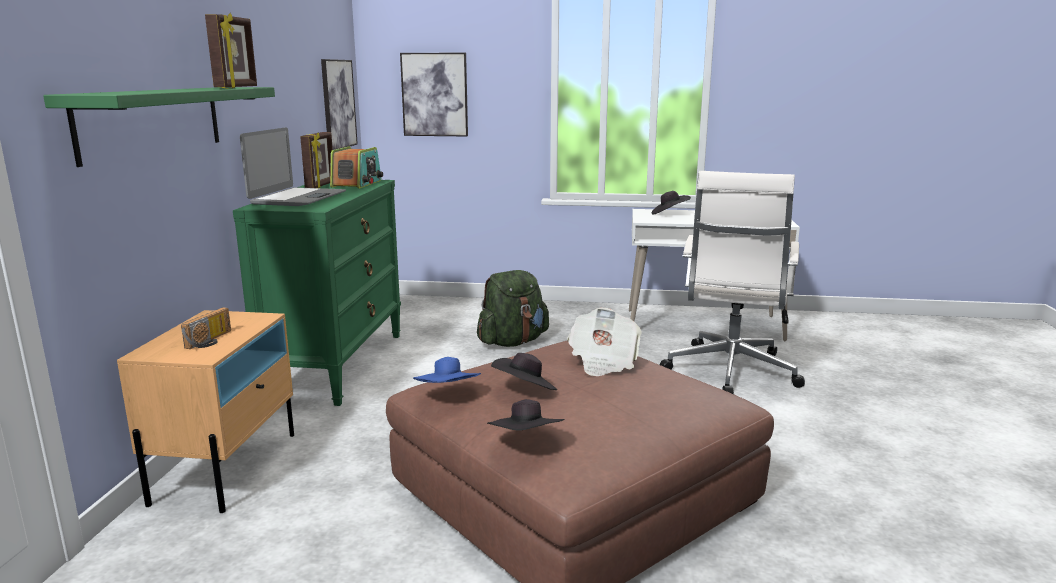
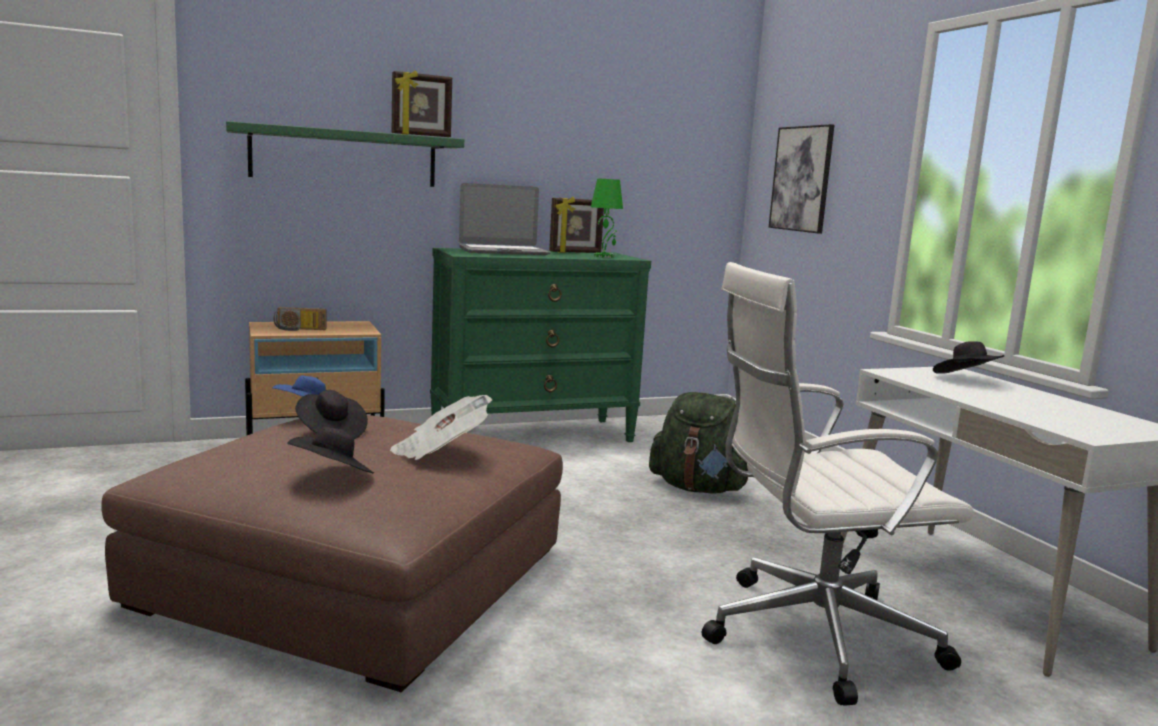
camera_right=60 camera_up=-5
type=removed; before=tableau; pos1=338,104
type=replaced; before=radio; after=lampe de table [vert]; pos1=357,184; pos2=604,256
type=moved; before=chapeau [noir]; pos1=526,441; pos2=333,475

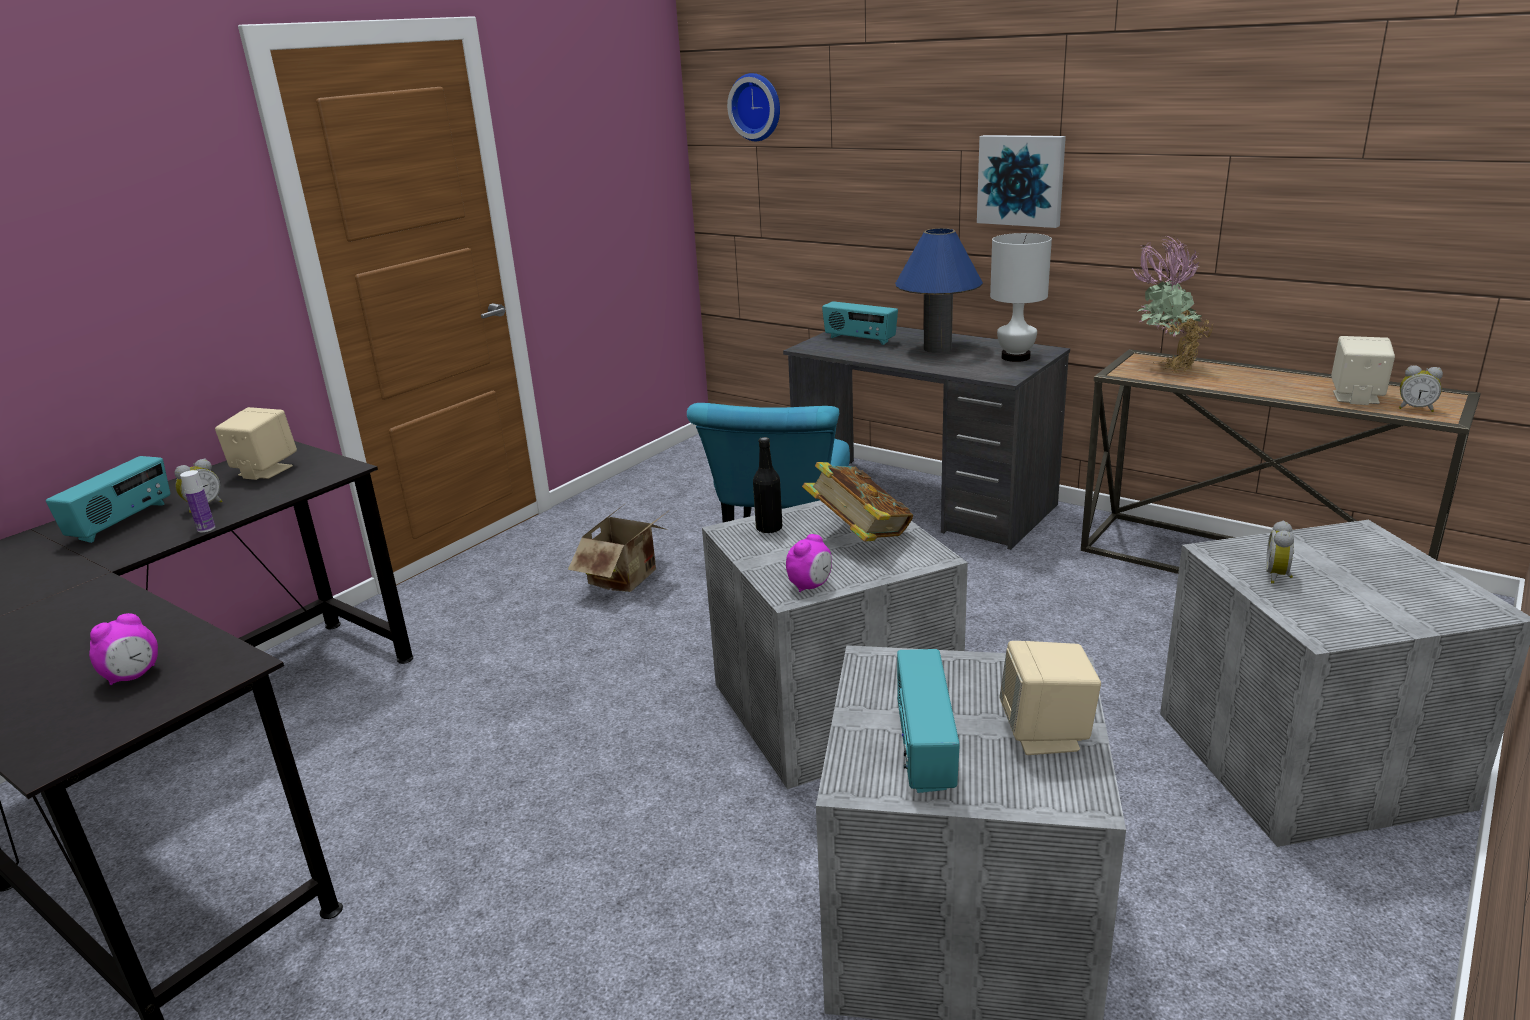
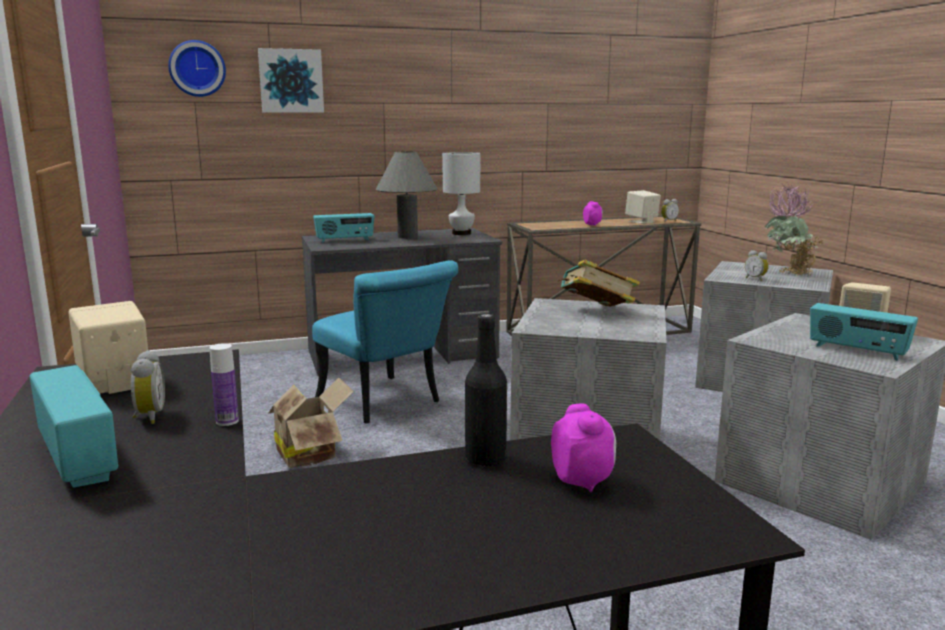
camera_right=-55 camera_up=-10
type=moved; before=bouteille [noir]; pos1=769,528; pos2=485,458
type=moved; before=réveil; pos1=810,586; pos2=592,225
type=recoloured; before=lampe de table [bleu]; after=lampe de table [gris]; pos1=937,349; pos2=407,237
type=moved; before=tableau; pos1=1021,180; pos2=291,81
type=moved; before=plante en pot; pos1=1165,367; pos2=788,275

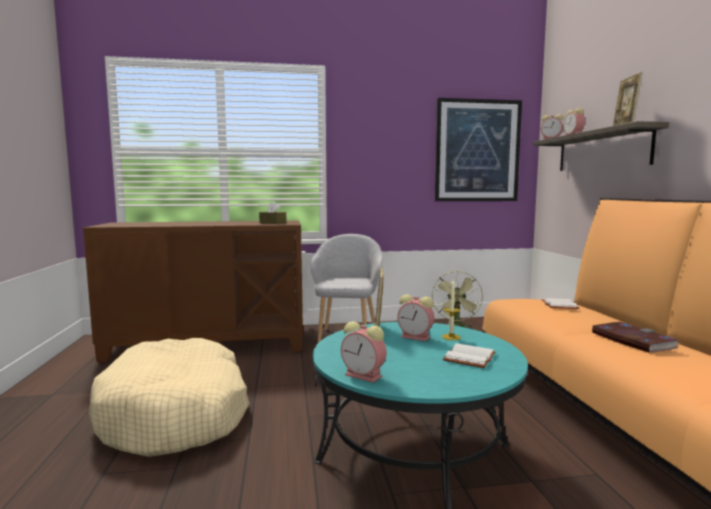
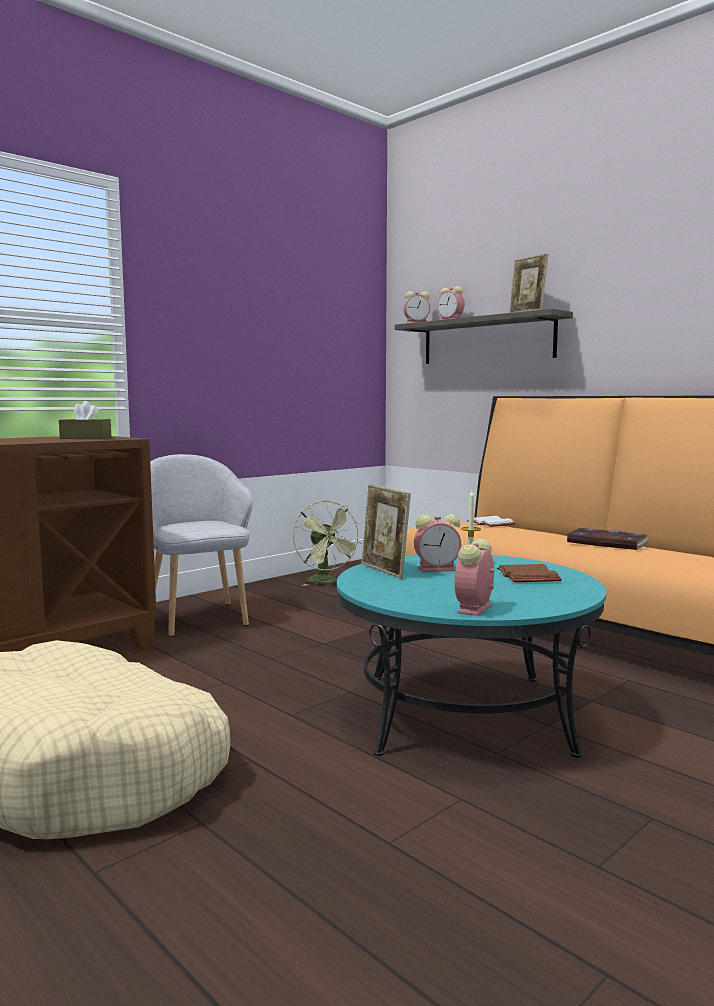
camera_right=-35 camera_up=0
type=turned; before=réveil; pos1=365,376; pos2=474,609; turn=120
type=removed; before=tableau; pos1=477,151
type=recoloured; before=livre [blanc]; after=livre [marron]; pos1=471,358; pos2=530,576

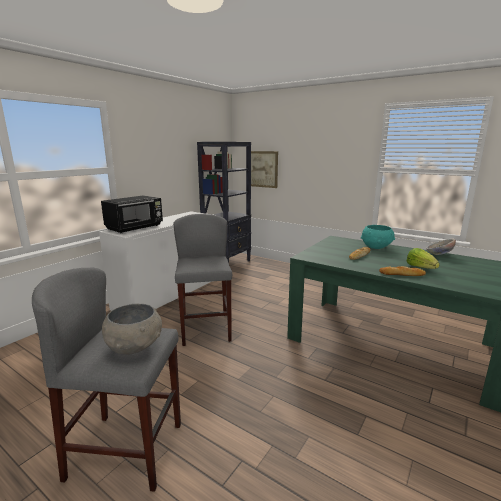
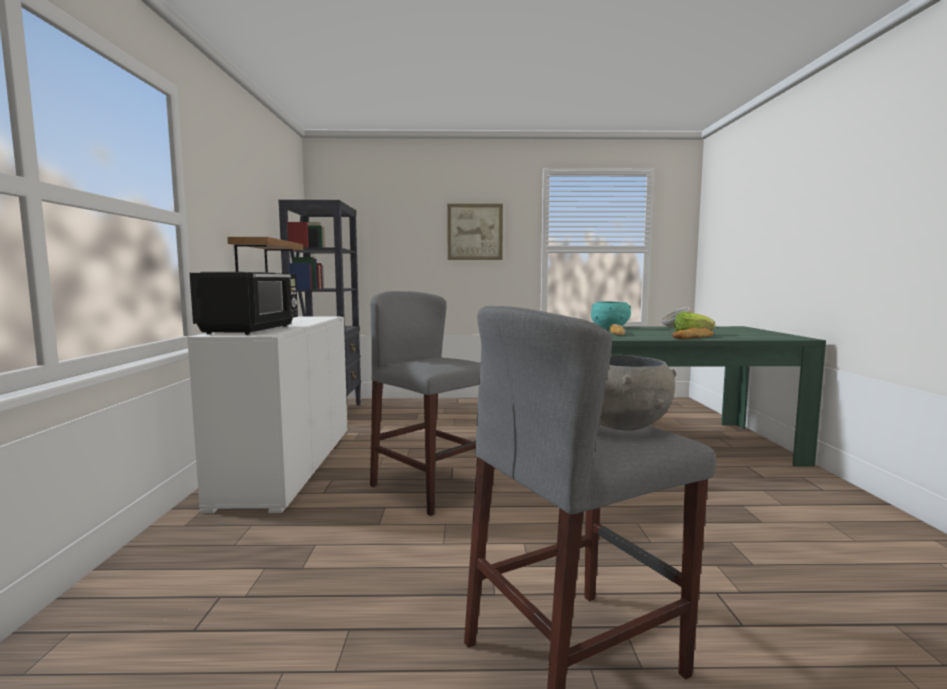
camera_right=-35 camera_up=-10
type=moved; before=tableau; pos1=262,169; pos2=475,232
type=added; after=étagère; pos2=251,258

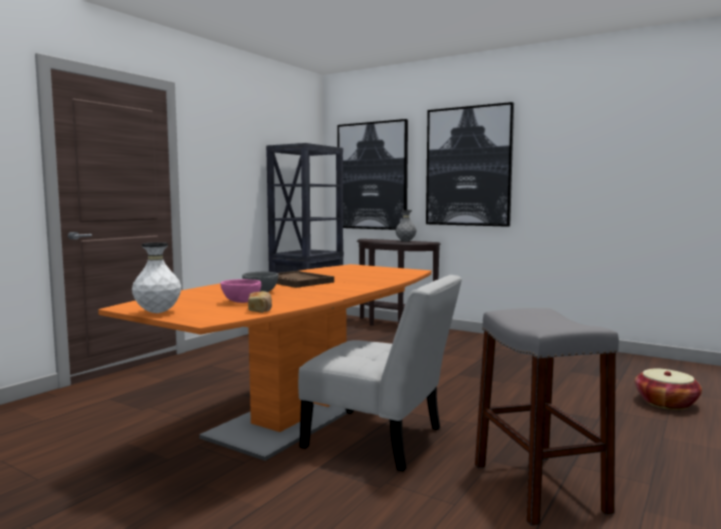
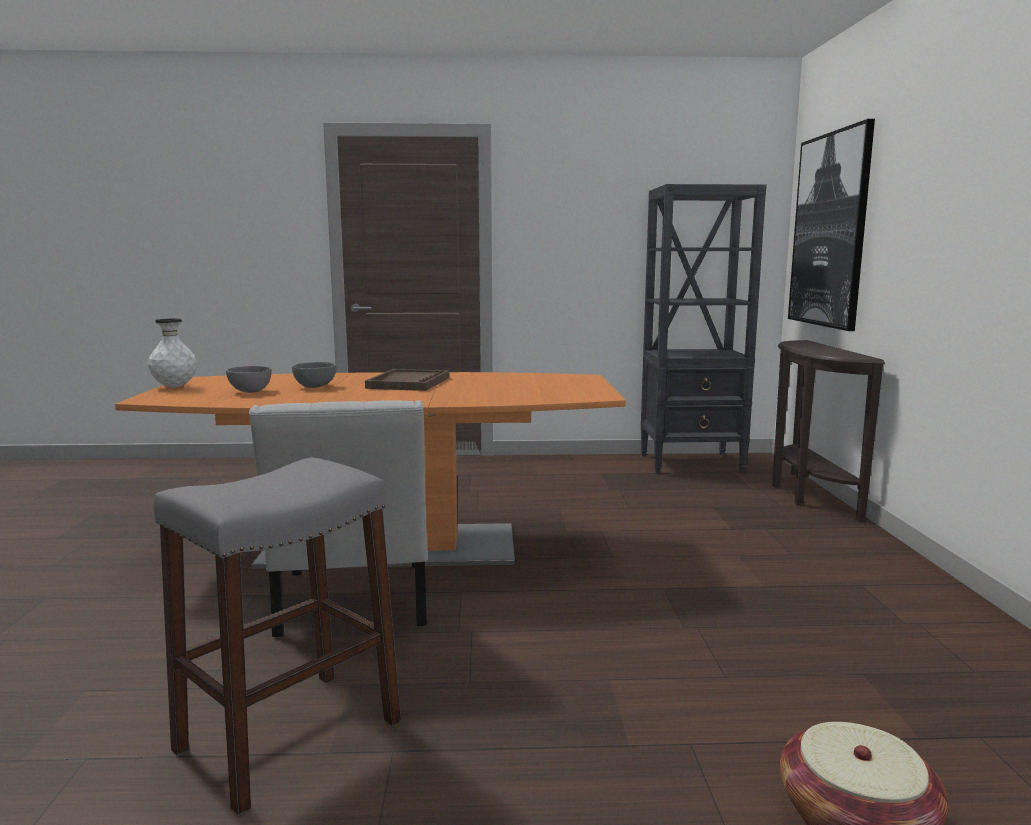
camera_right=55 camera_up=5
type=recoloured; before=bol [rose]; after=bol [gris]; pos1=241,302; pos2=249,392
type=removed; before=pain; pos1=260,309
type=removed; before=vase [gris]; pos1=405,241
type=removed; before=tableau; pos1=468,166

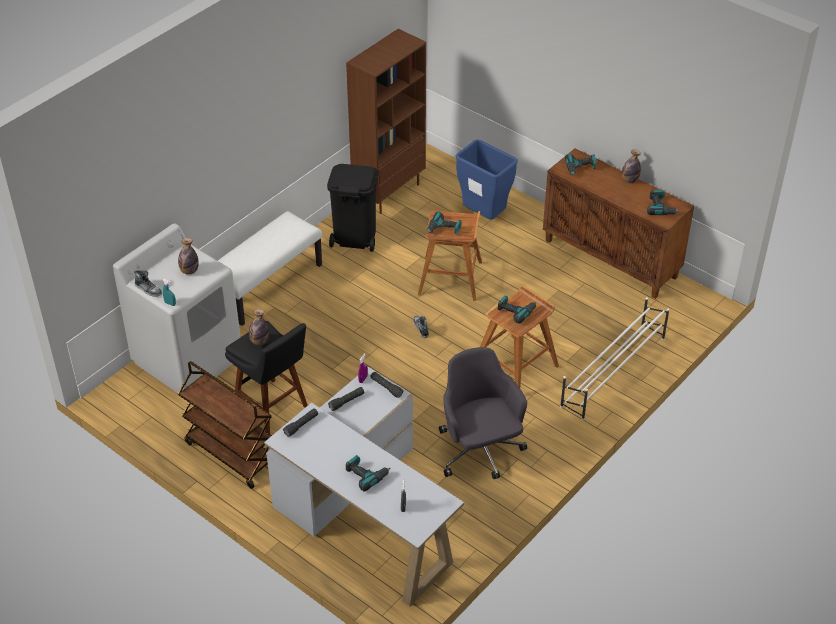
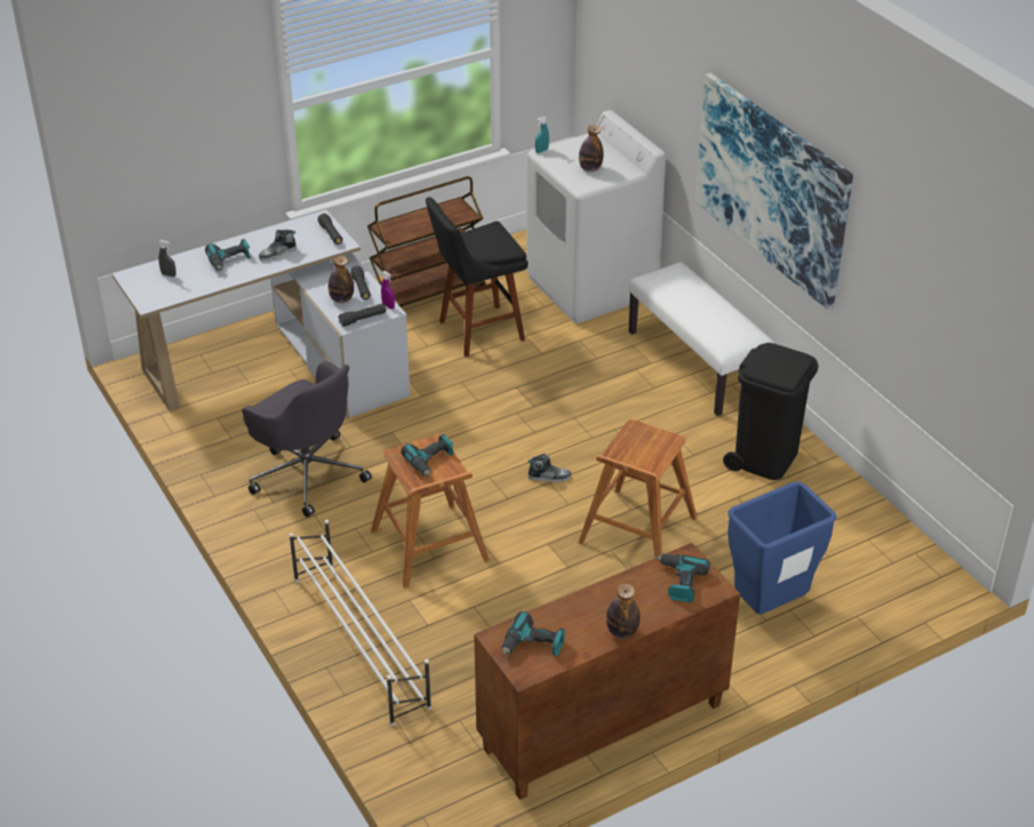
camera_right=110 camera_up=-5
type=moved; before=chaussure; pos1=148,289; pos2=278,253
type=moved; before=bouteille; pos1=259,341; pos2=341,299
type=removed; before=bibliothèque [marron]; pos1=389,192
type=removed; before=perceuse; pos1=444,229
type=turned; before=chaise de bureau [gris]; pos1=480,451; pos2=307,473; turn=45
type=added; after=tableau; pos2=772,188

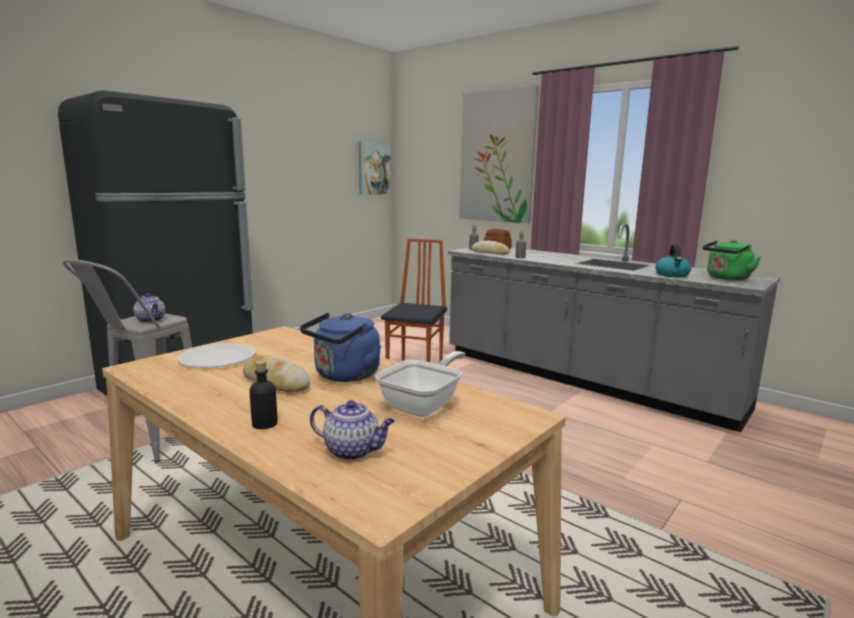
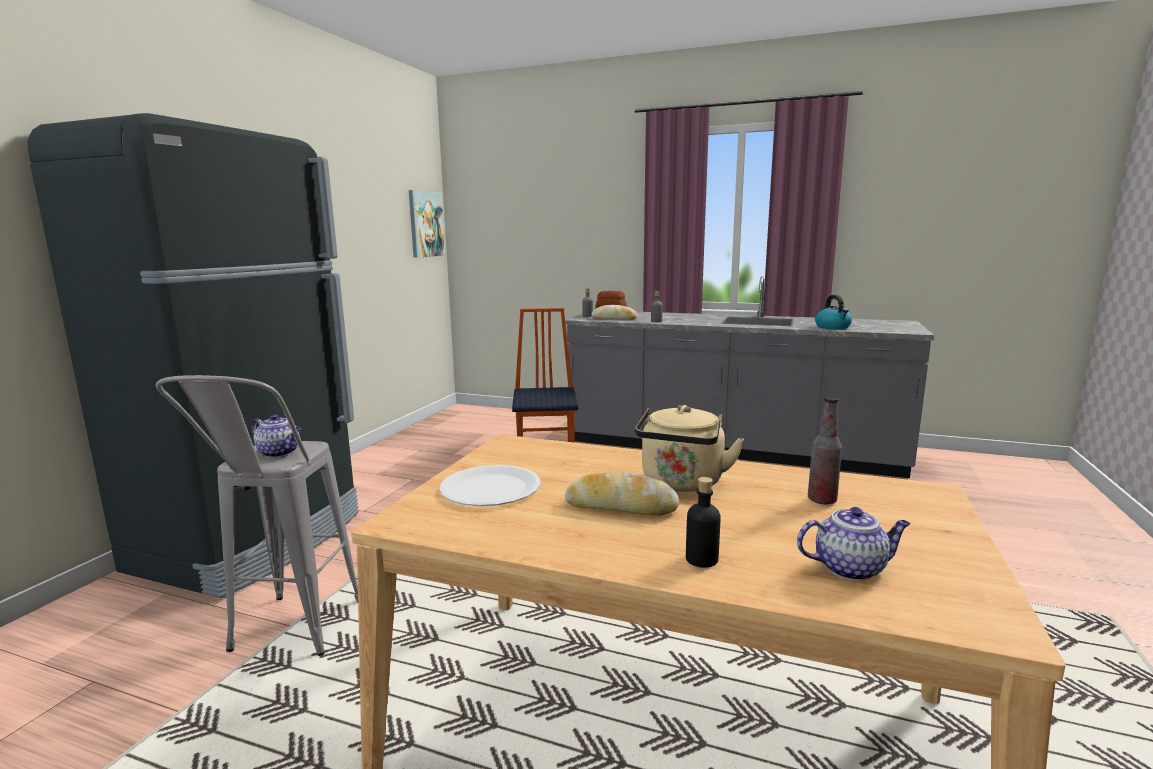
camera_right=-20 camera_up=0
type=recoloured; before=bouilloire [bleu]; after=bouilloire [beige]; pos1=344,376; pos2=681,483
type=replaced; before=poêle; after=bouteille; pos1=424,405; pos2=822,500
type=removed; before=tableau; pos1=497,157
type=removed; before=bouilloire [vert]; pos1=726,278

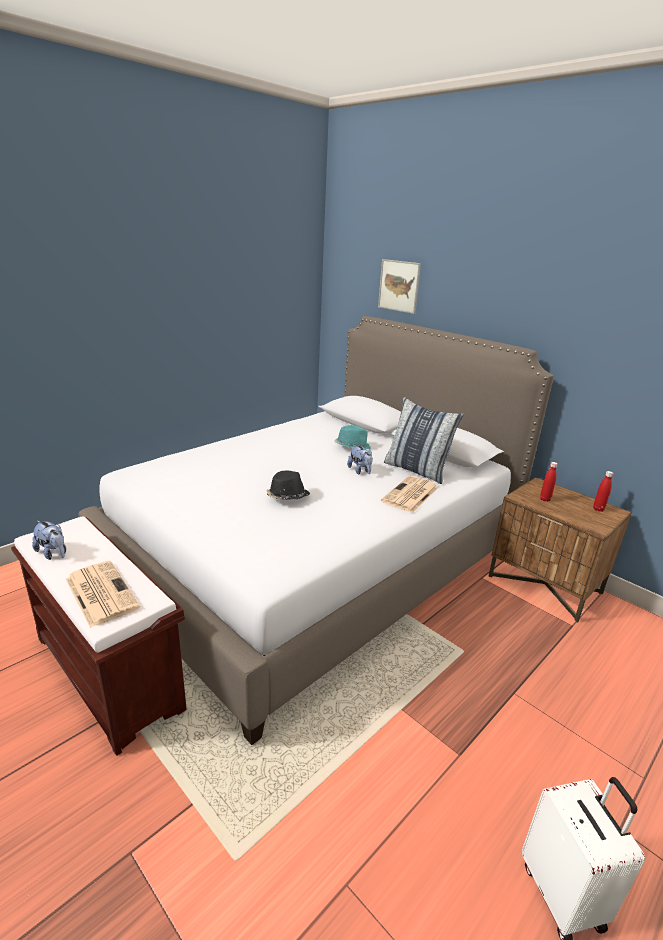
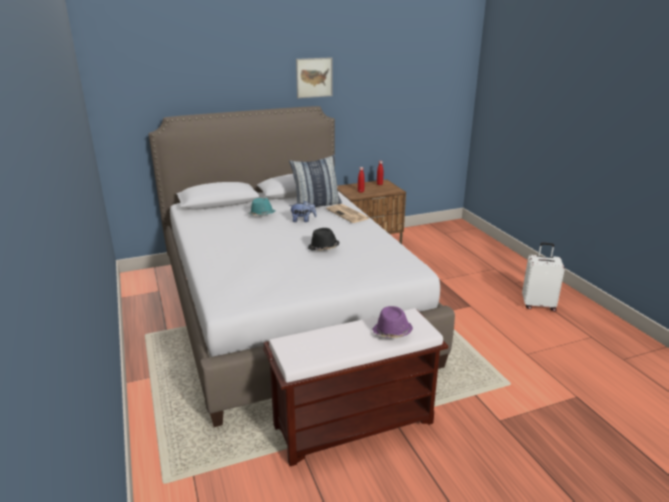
camera_right=-65 camera_up=0
type=removed; before=peluche; pos1=53,553
type=replaced; before=journal; after=chapeau [violet]; pos1=100,592; pos2=392,332
type=moved; before=tableau; pos1=399,286; pos2=314,77

